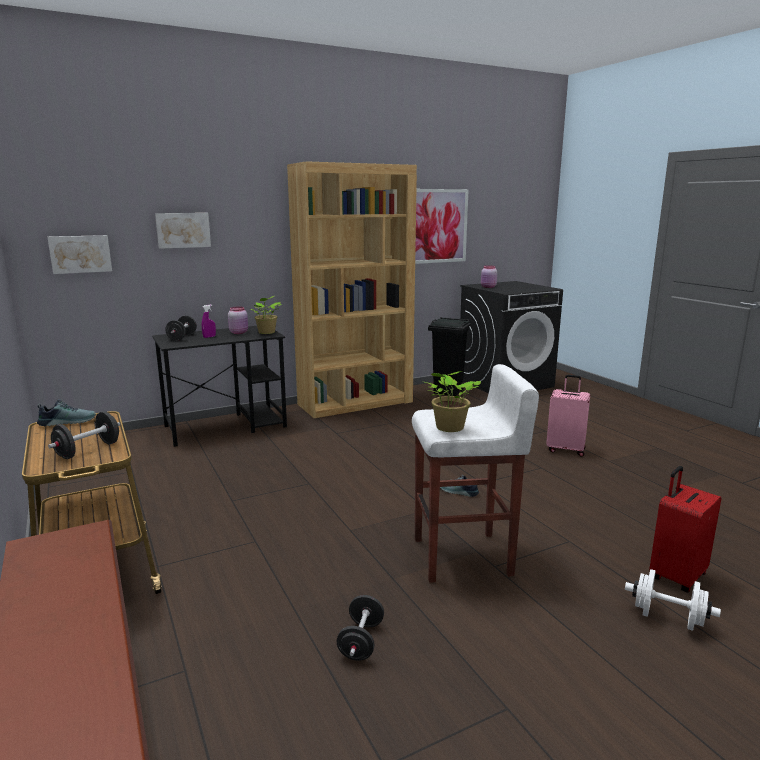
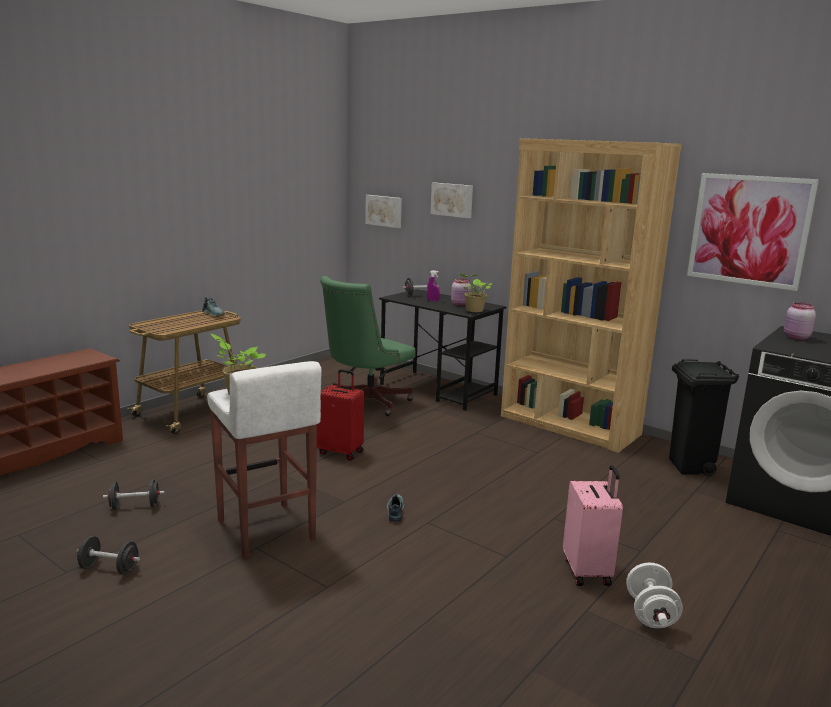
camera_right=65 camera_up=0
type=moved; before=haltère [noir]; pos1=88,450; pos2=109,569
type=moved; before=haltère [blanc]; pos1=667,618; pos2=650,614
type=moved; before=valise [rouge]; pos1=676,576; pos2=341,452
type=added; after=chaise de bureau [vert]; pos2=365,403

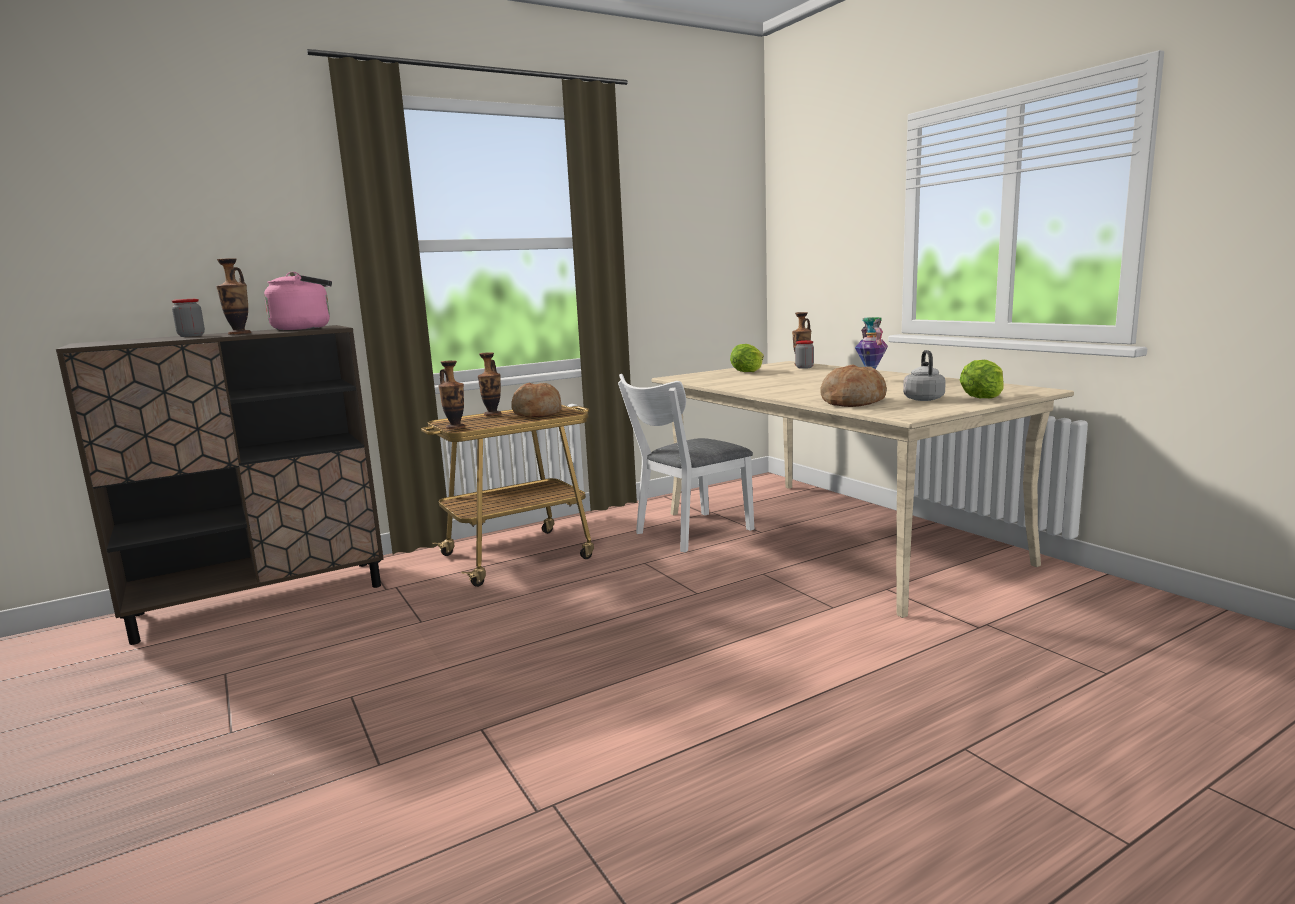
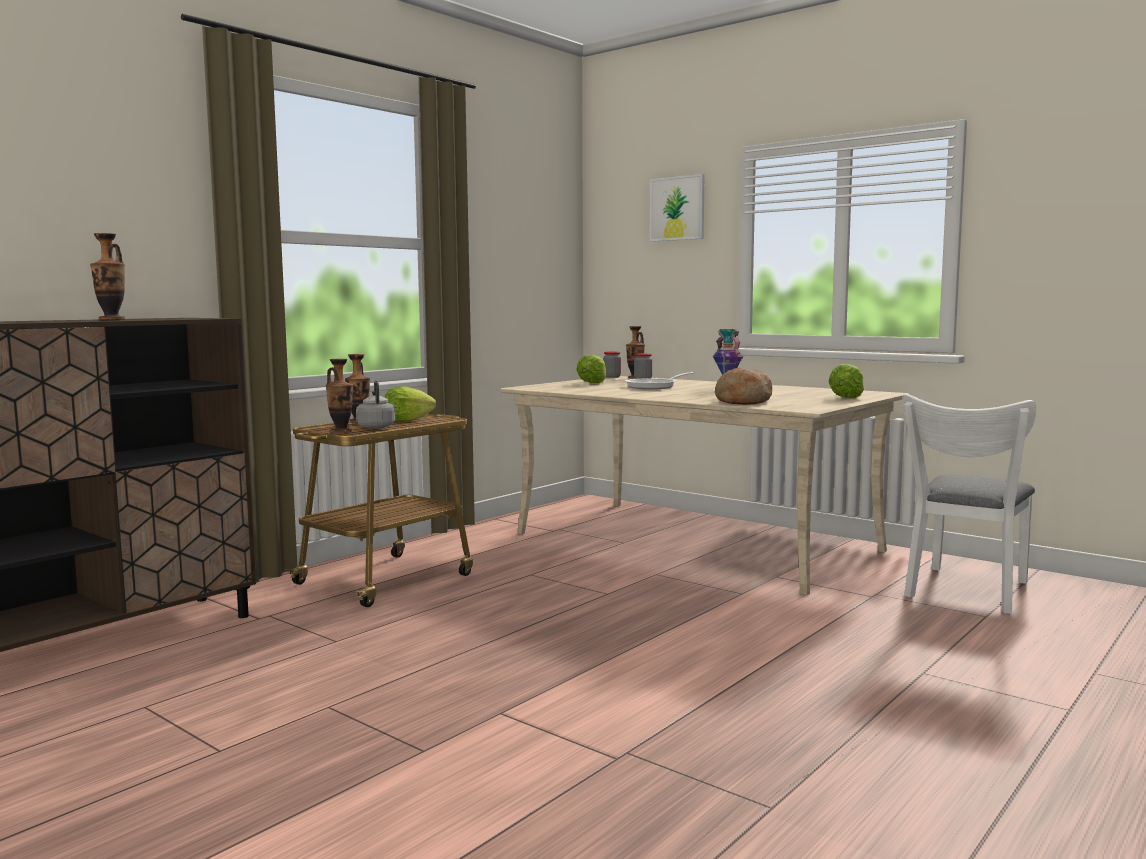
camera_right=-20 camera_up=-5
type=moved; before=bocal; pos1=191,336; pos2=612,377
type=removed; before=bouilloire [rose]; pos1=305,328
type=replaced; before=pain; after=laitue; pos1=536,413; pos2=407,420
type=moved; before=chaise [blanc]; pos1=687,533; pos2=965,592
type=moved; before=bouilloire [gris]; pos1=923,399; pos2=376,427
type=added; after=poêle; pos2=654,387
type=added; after=tableau; pos2=677,208

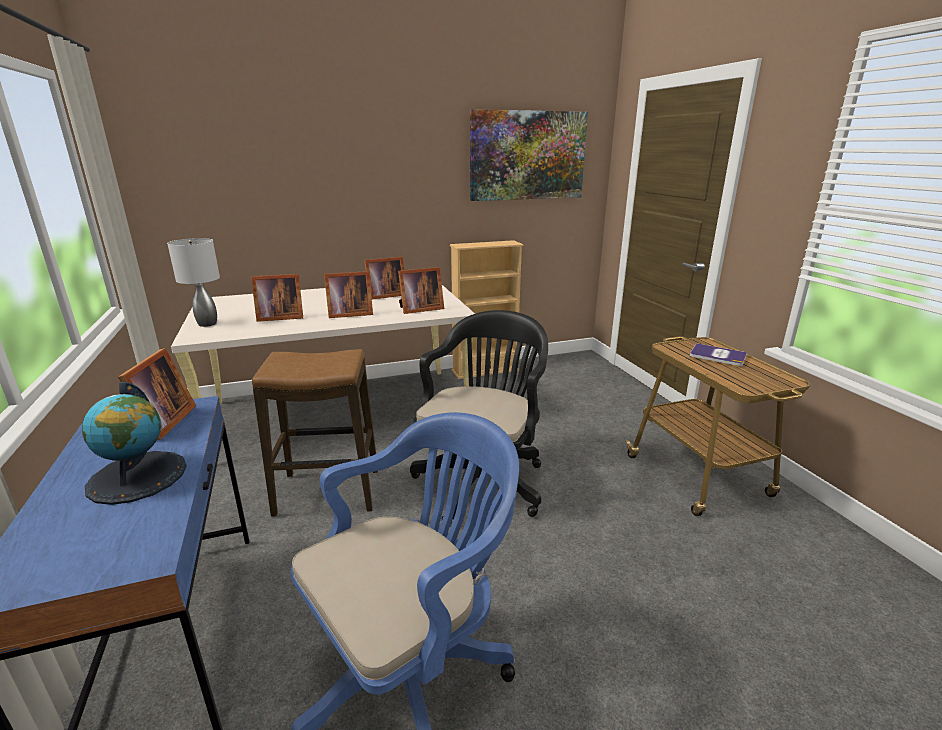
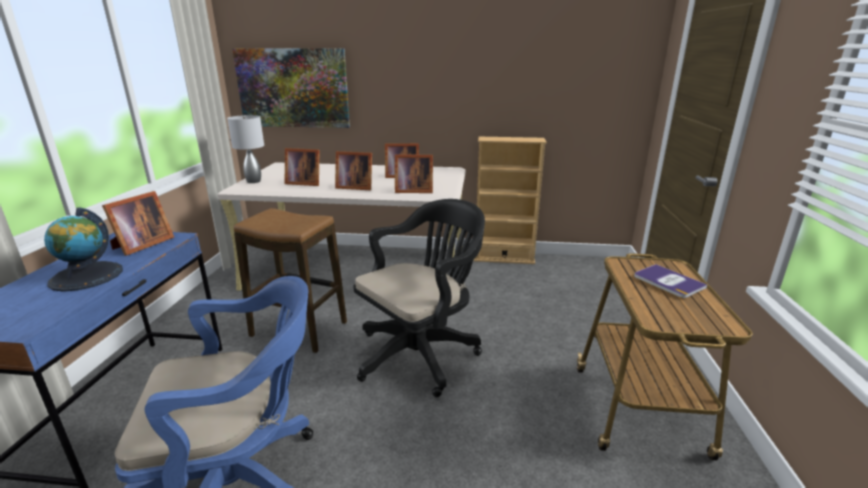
camera_right=25 camera_up=0
type=moved; before=tableau; pos1=528,156; pos2=293,88

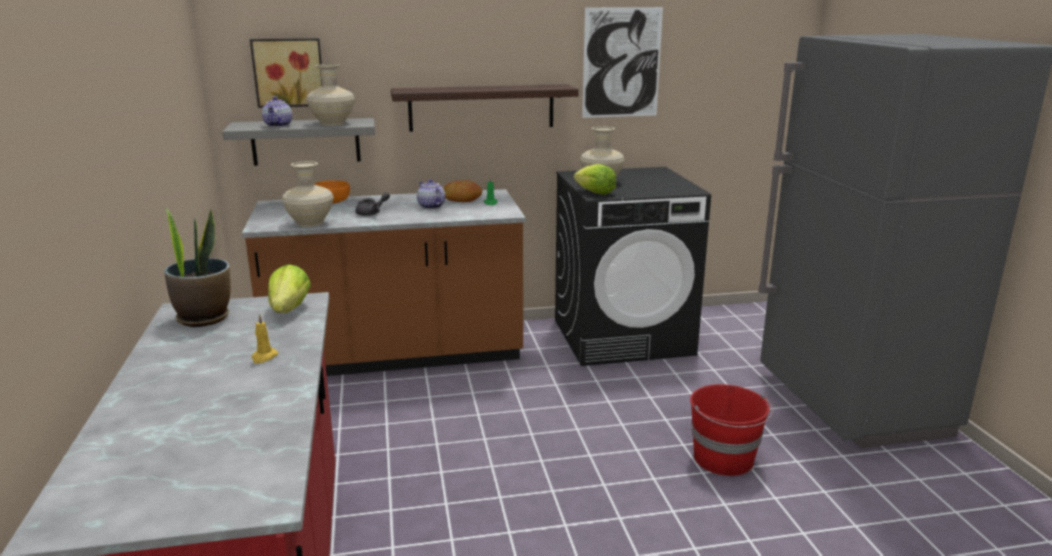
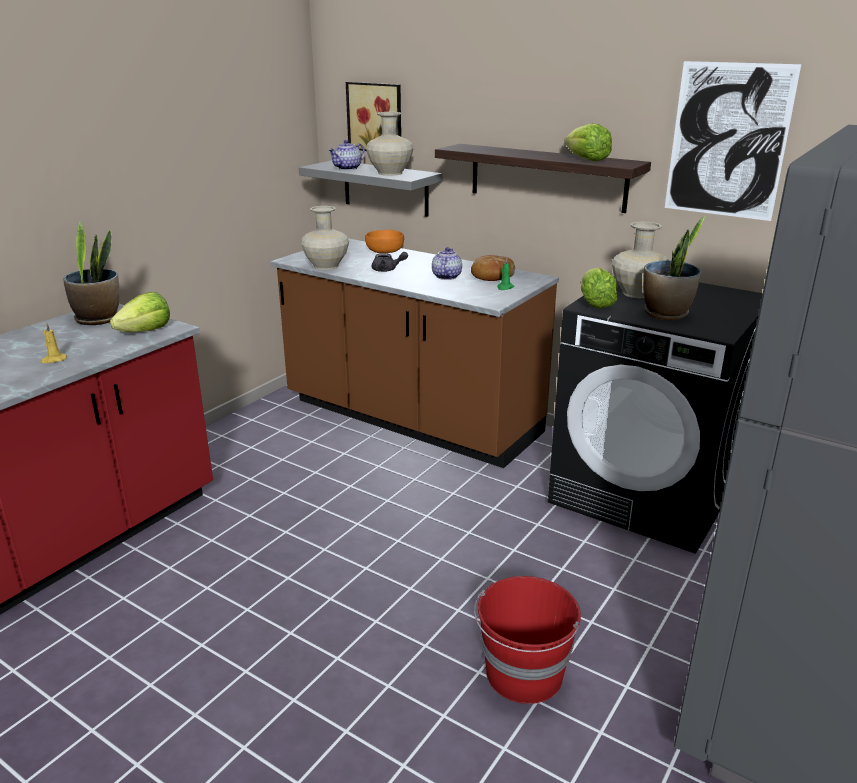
camera_right=45 camera_up=5
type=added; after=laitue; pos2=586,159
type=added; after=plante en pot; pos2=666,314

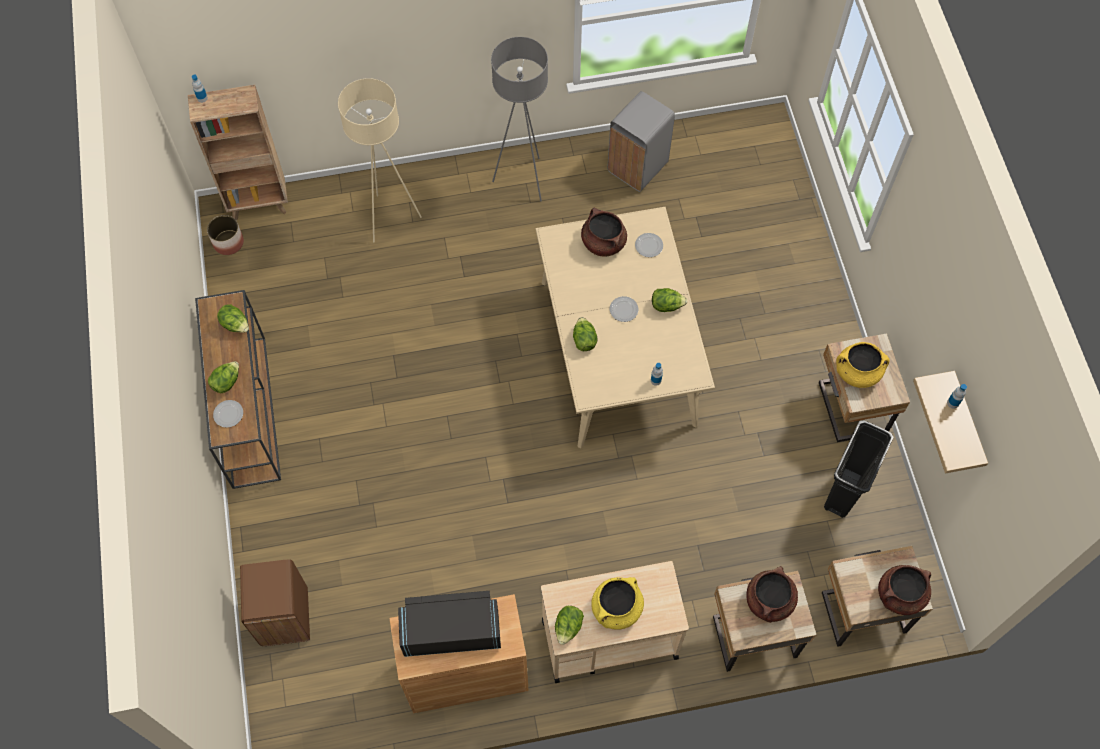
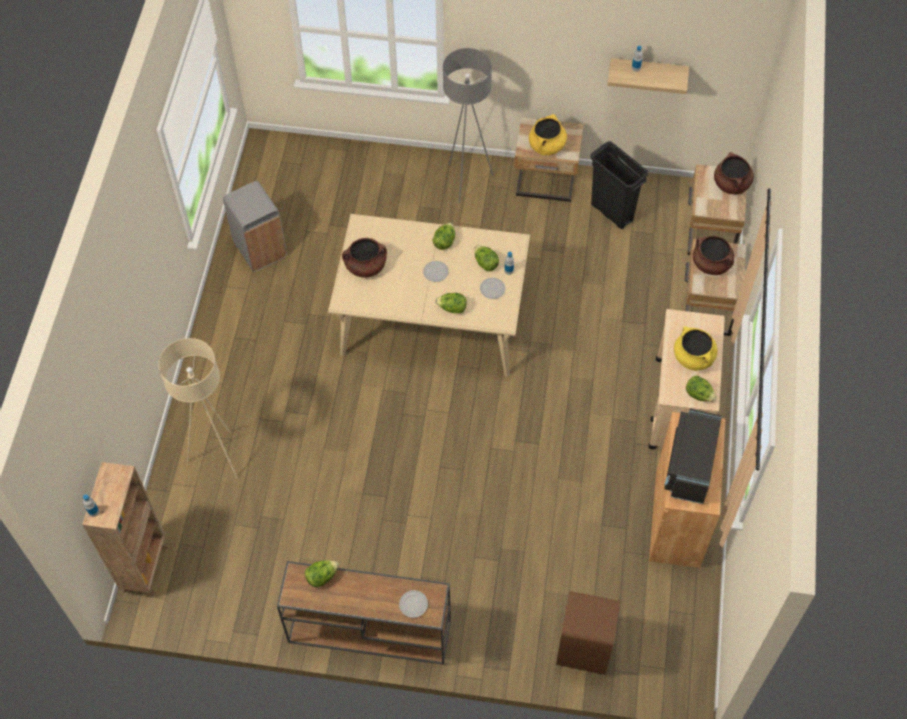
camera_right=-70 camera_up=-5
type=removed; before=cache-pot; pos1=228,243
type=moved; before=laitue; pos1=226,382; pos2=485,263
type=moved; before=lampadaire [gris]; pos1=523,180; pos2=466,181
type=moved; before=assiette; pos1=649,245; pos2=492,289

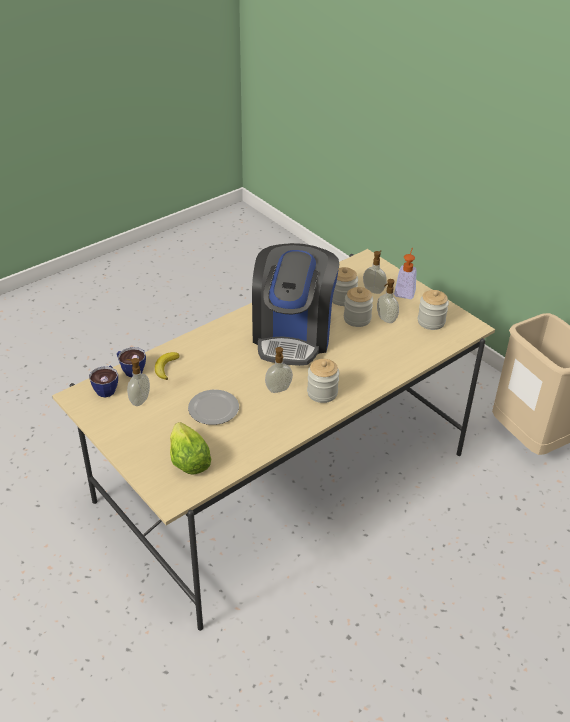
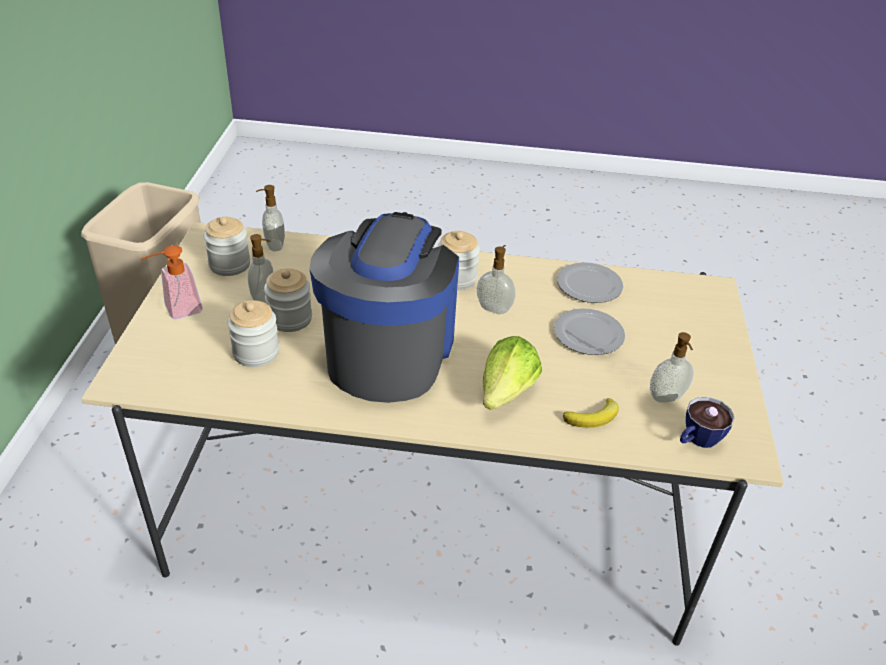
camera_right=-135 camera_up=0
type=removed; before=tasse; pos1=130,370
type=moved; before=laitue; pos1=188,460; pos2=507,391
type=turned; before=machine à café; pos1=293,335; pos2=389,351; turn=-45
type=moved; before=distributeur de savon; pos1=374,290; pos2=274,245
type=added; after=assiette; pos2=588,285

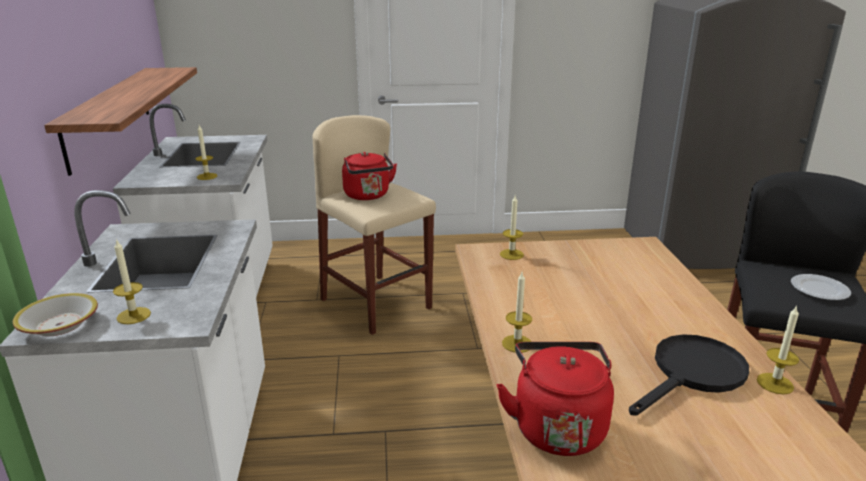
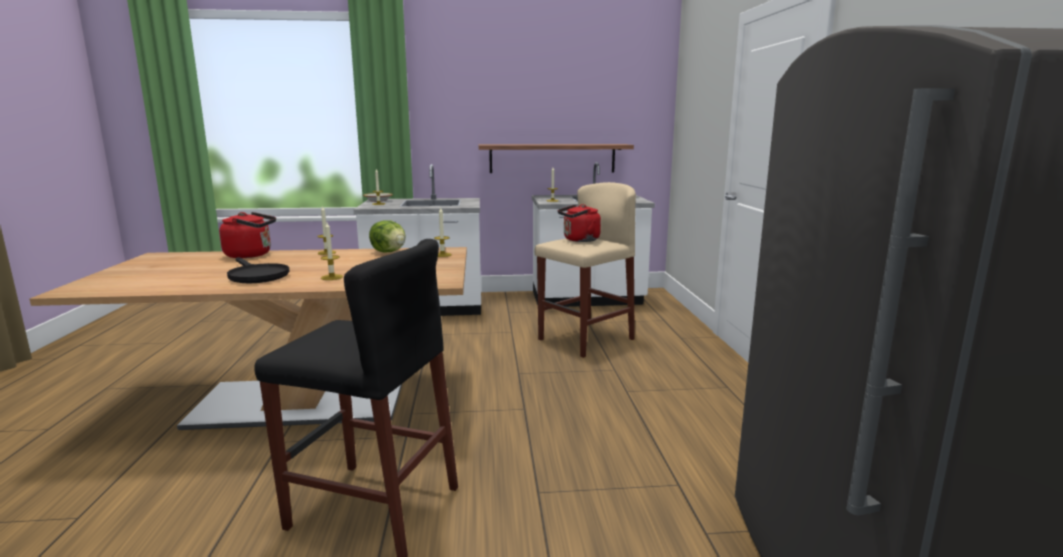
camera_right=90 camera_up=-10
type=moved; before=bougie; pos1=775,383; pos2=332,277
type=removed; before=assiette; pos1=818,290
type=added; after=laitue; pos2=389,252

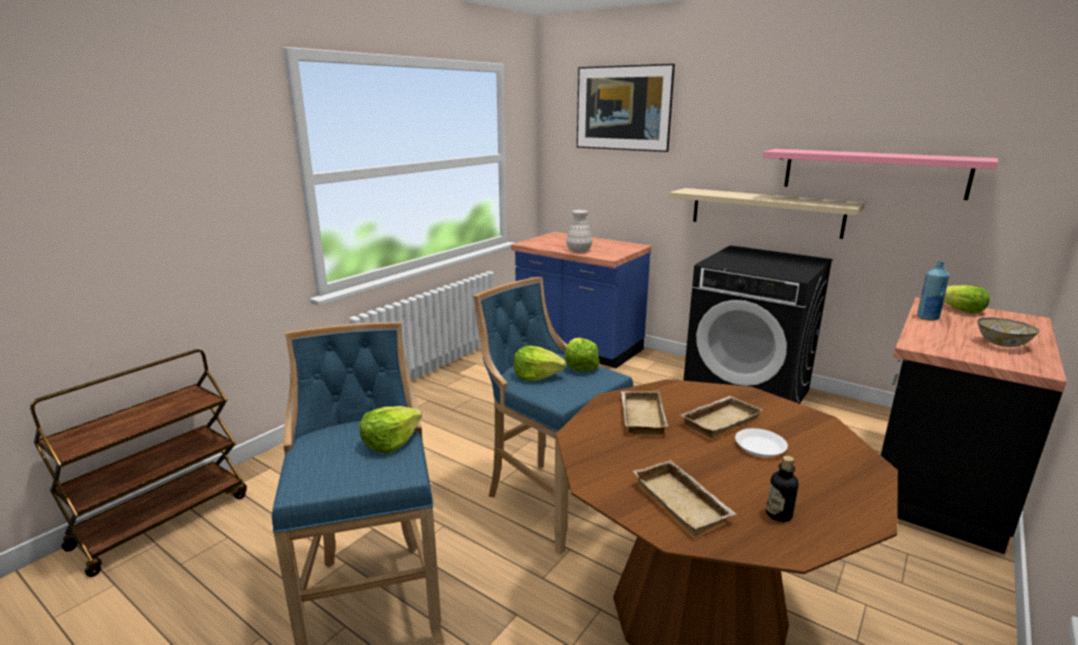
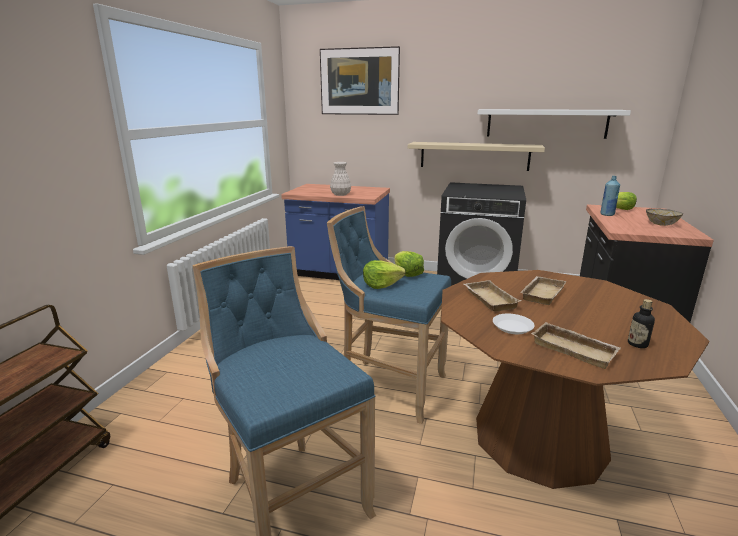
camera_right=-20 camera_up=0
type=removed; before=laitue; pos1=390,442
type=moved; before=assiette [blanc]; pos1=760,446; pos2=513,327
type=recoloured; before=étagère [rose]; after=étagère [blanc]; pos1=873,173; pos2=546,123

